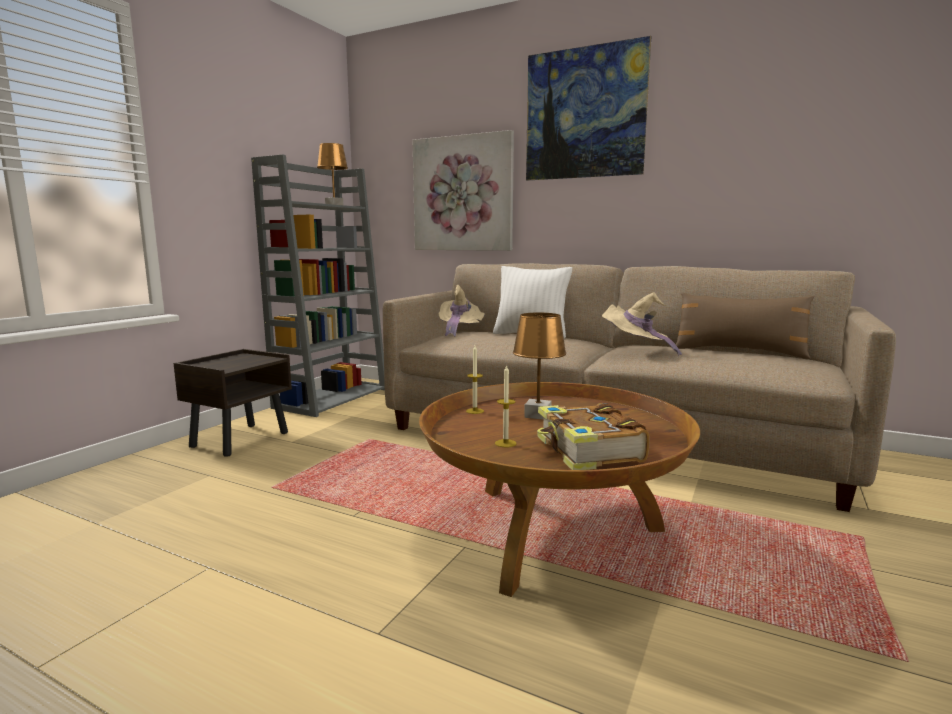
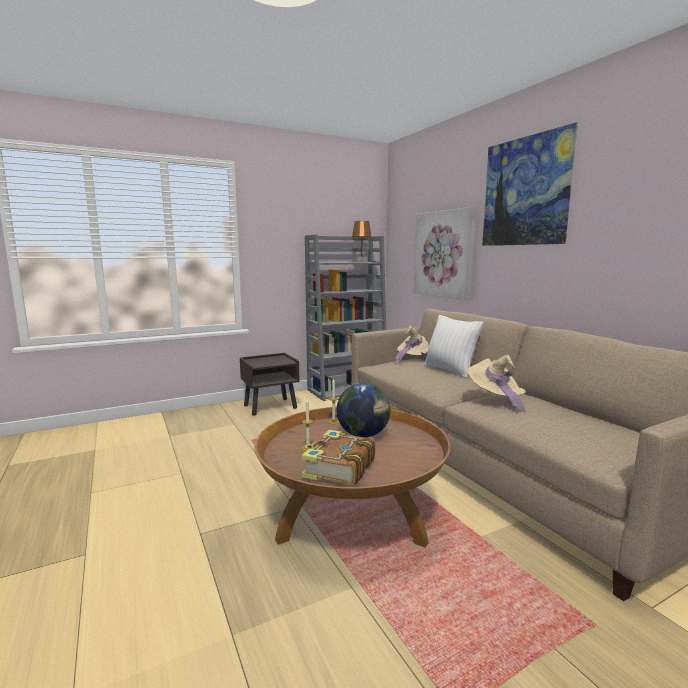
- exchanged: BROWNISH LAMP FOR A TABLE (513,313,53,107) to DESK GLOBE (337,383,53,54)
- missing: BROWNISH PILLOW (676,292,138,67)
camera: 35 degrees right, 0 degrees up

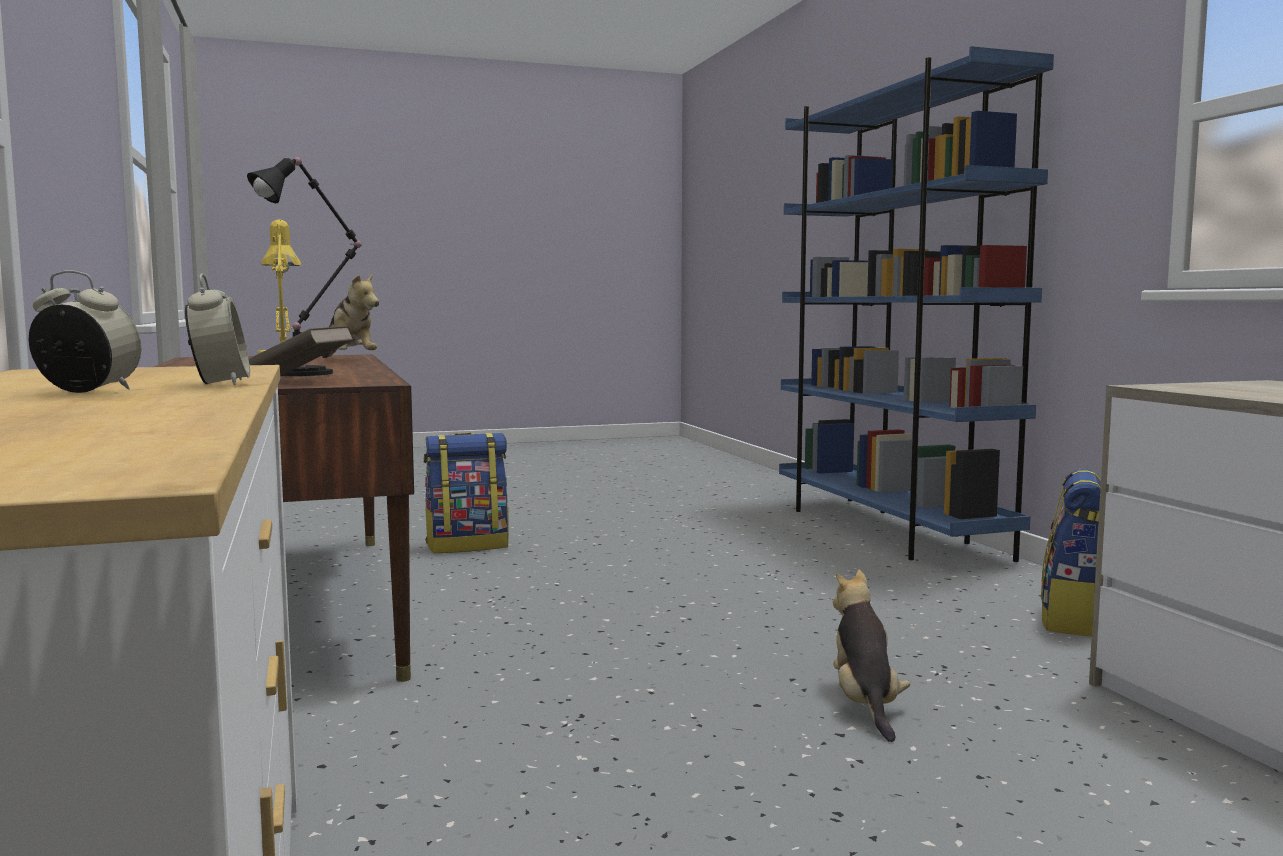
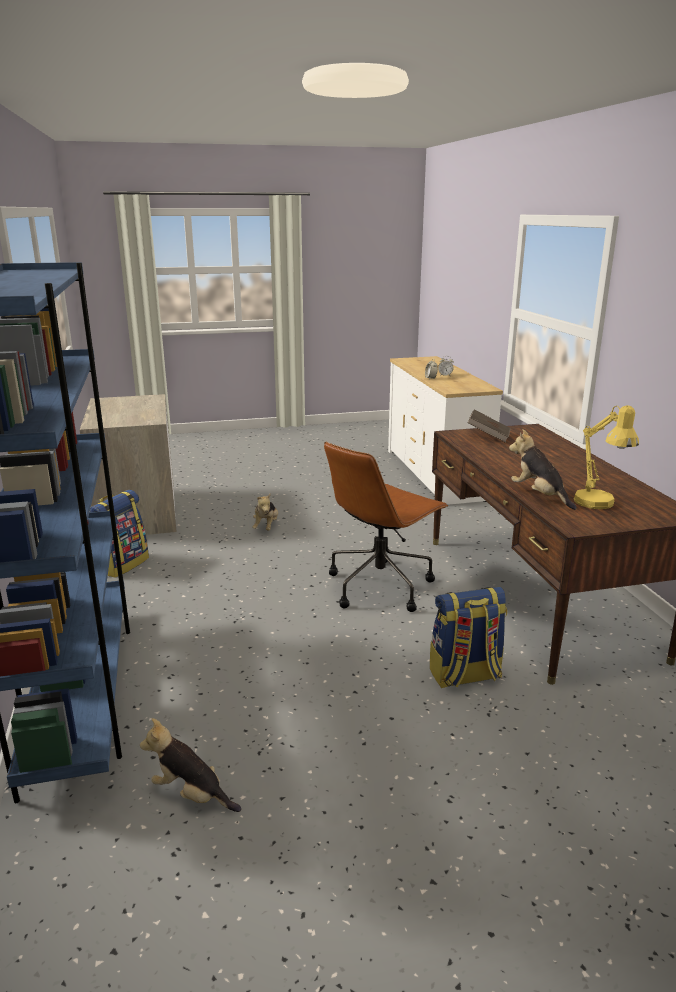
- appeared: SOFT TOY (140,718,101,94)
- appeared: BROWNISH OFFICE CHAIR (324,442,125,170)
- missing: BLACKISH LAMP FOR A TABLE (247,157,115,219)
camera: 175 degrees left, 15 degrees up

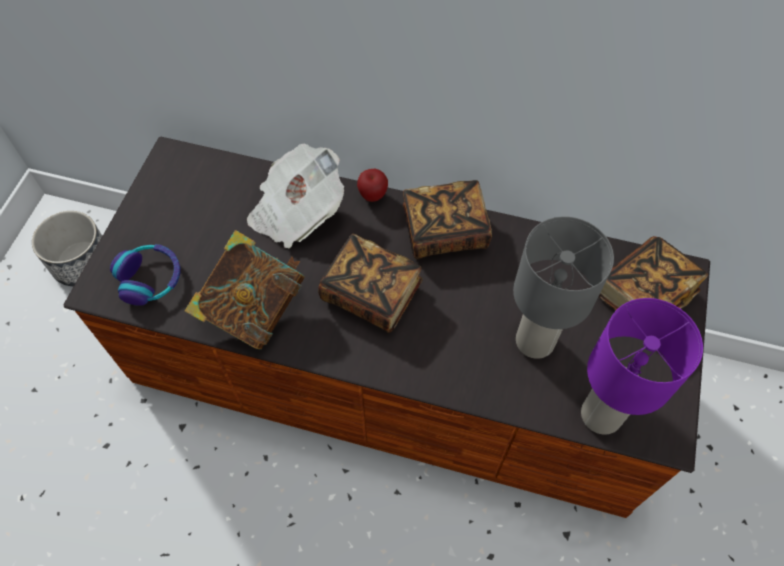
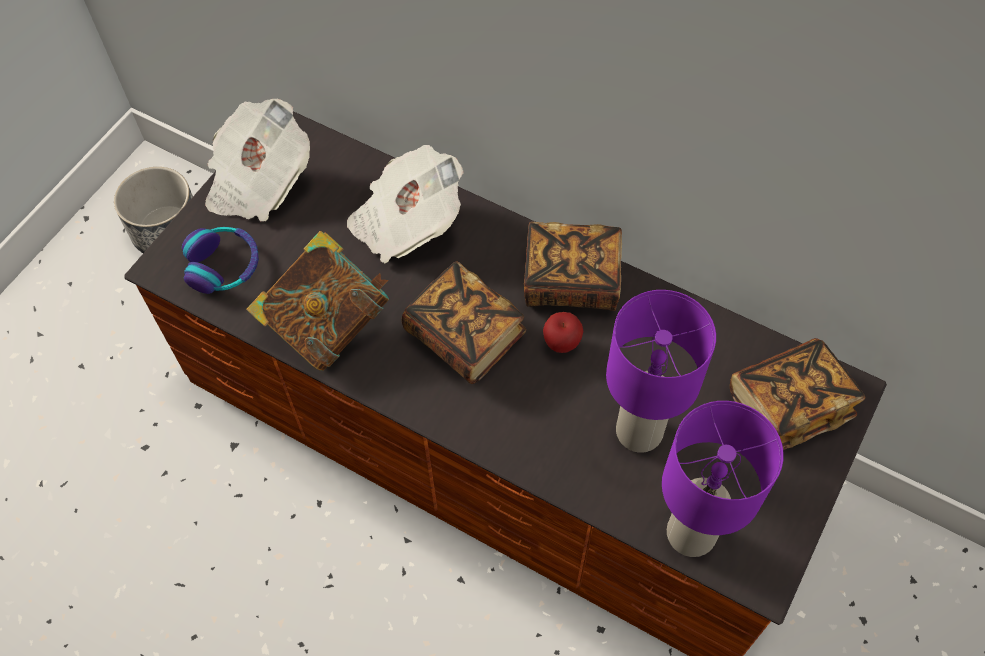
- appeared: NEWSPAPER (205,99,105,123)
- relocated: APPLE (357,169,31,33) to (543,312,40,41)
- colour: GRAY LAMP FOR A TABLE (513,216,101,143) to PURPLE-COLOURED LAMP FOR A TABLE (606,290,110,163)
camera: 15 degrees right, 0 degrees up

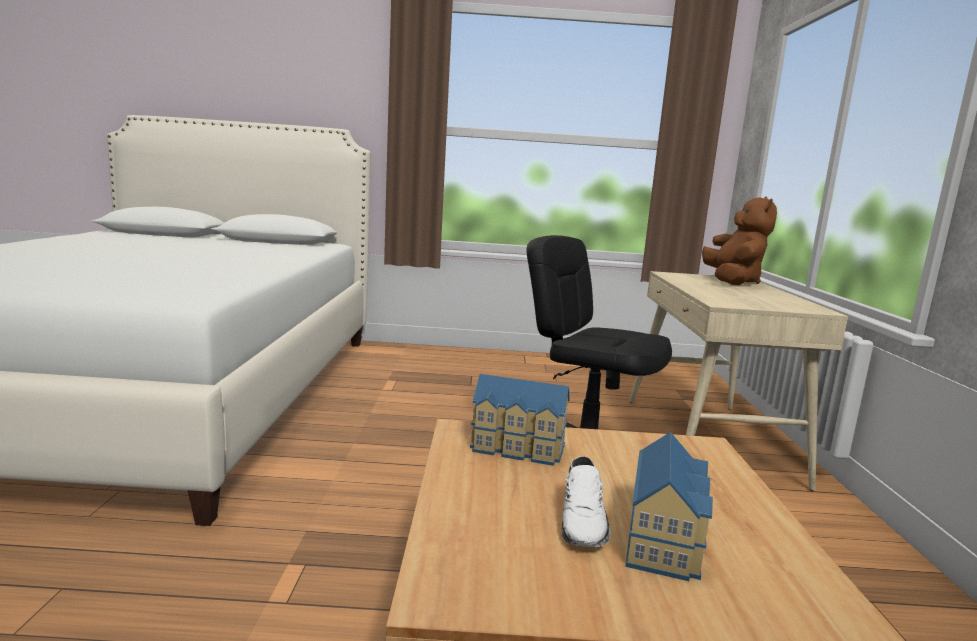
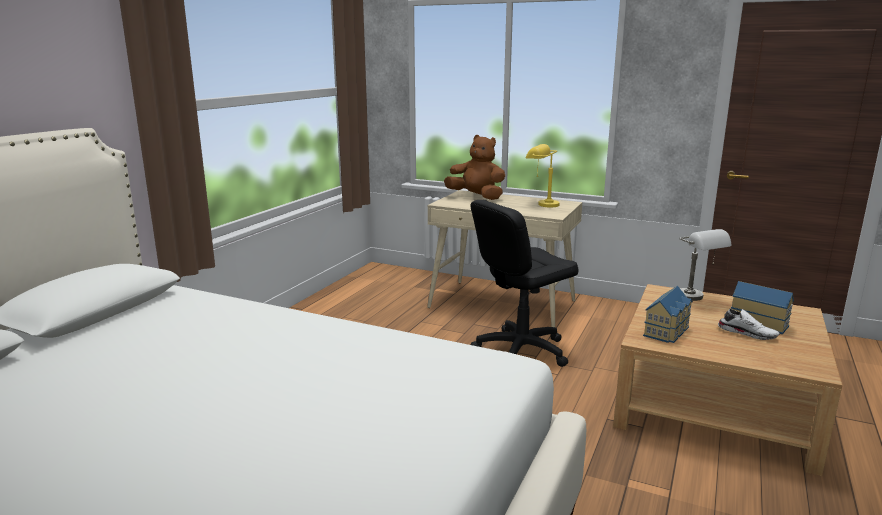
- appeared: YELLOWISH LAMP FOR A TABLE (526,144,34,63)
- appeared: GRAY LAMP FOR A TABLE (679,229,52,72)
camera: 65 degrees left, 5 degrees up

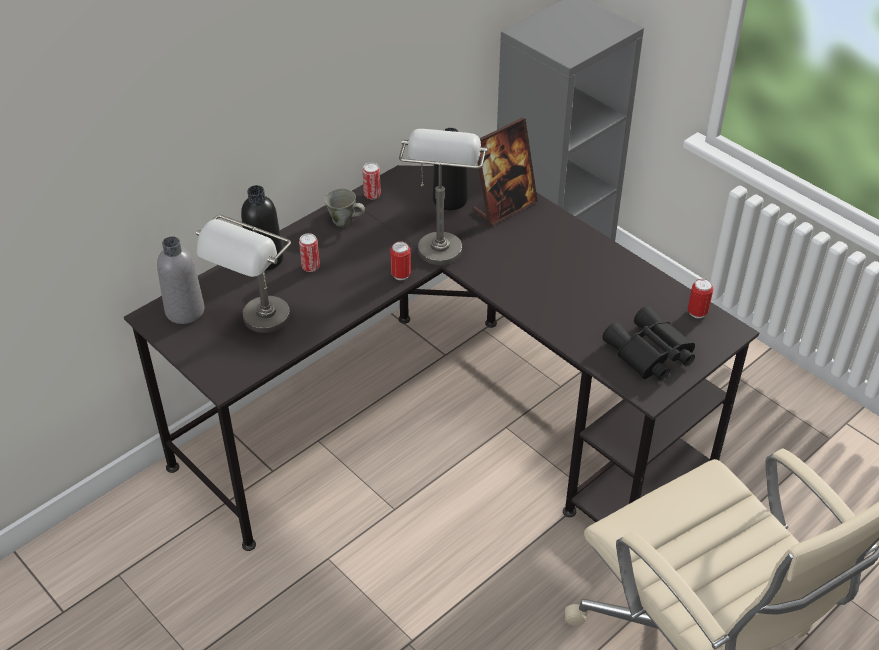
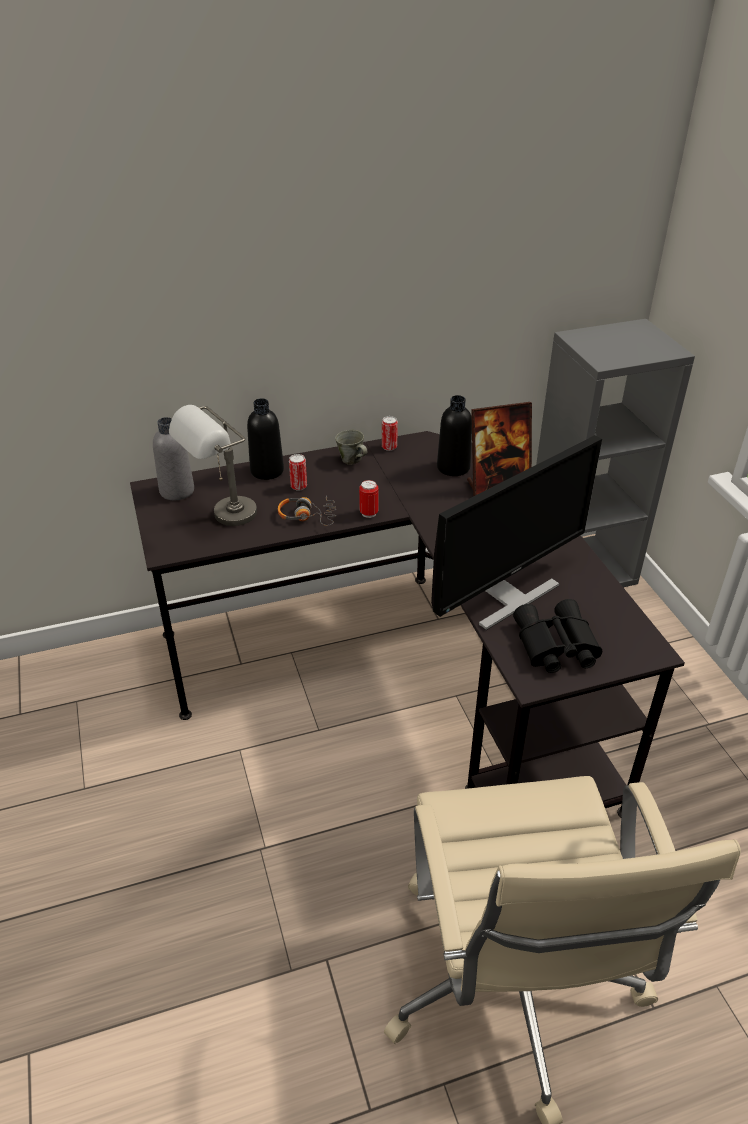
- appeared: HEADPHONES (278,496,58,30)
- appeared: MONITOR (431,435,171,195)
- missing: GRAY LAMP FOR A TABLE (399,129,89,136)
- missing: CAN (688,279,25,39)
camera: 25 degrees right, 5 degrees down

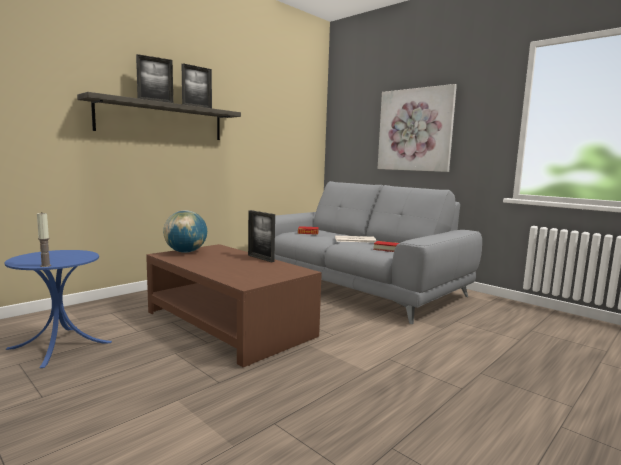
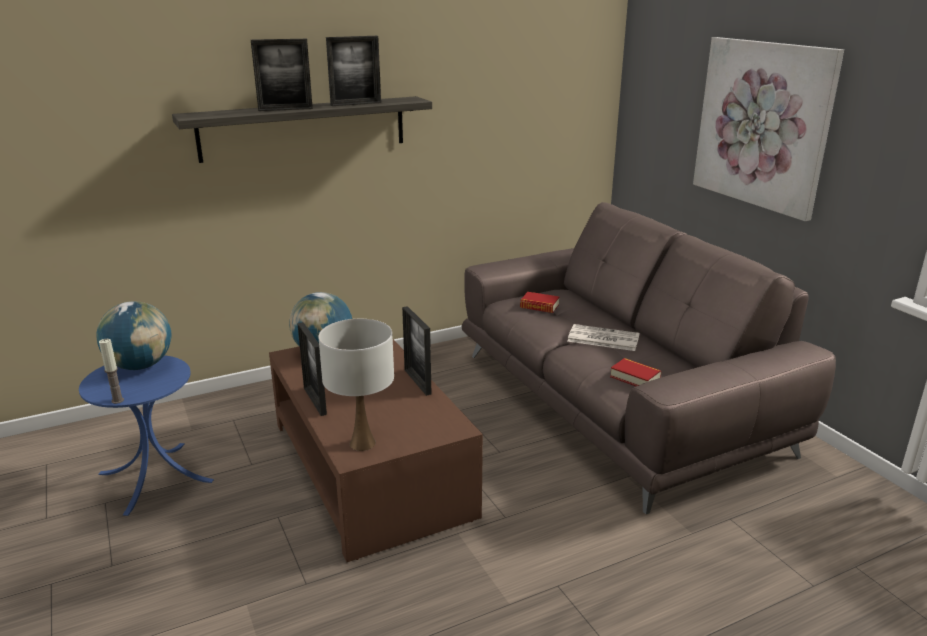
- appeared: DESK GLOBE (96,301,76,69)
- appeared: STANDING FRAME (297,322,30,94)
- appeared: WHITISH LAMP FOR A TABLE (318,319,76,132)
- colour: GRAY COUCH (274,181,208,143) to BROWNISH COUCH (462,202,374,312)
camera: 20 degrees right, 15 degrees up

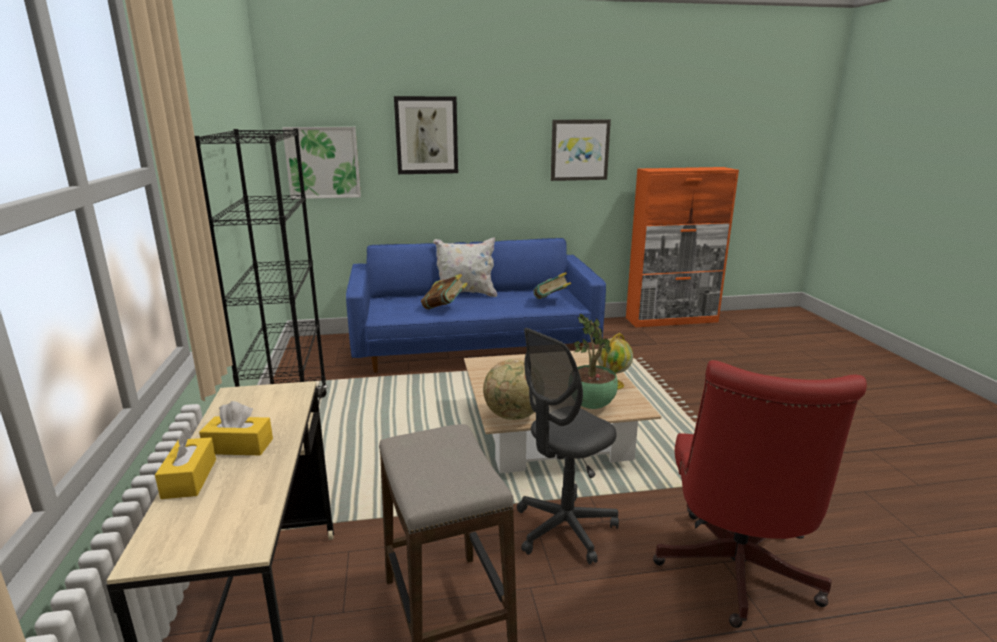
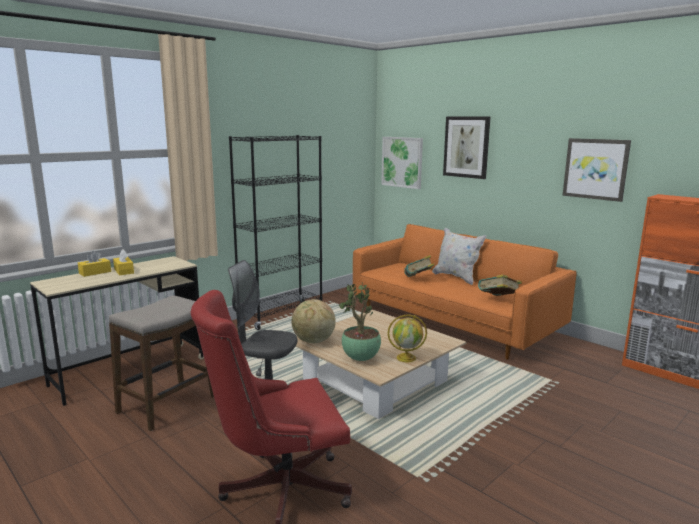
- colour: BLUISH COUCH (346,238,260,135) to ORANGE COUCH (353,224,224,136)
camera: 55 degrees right, 5 degrees down

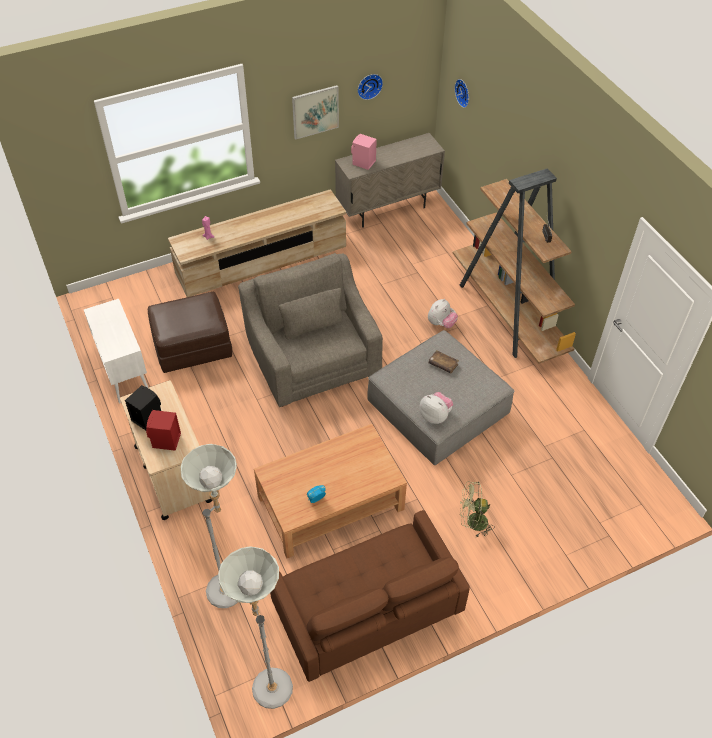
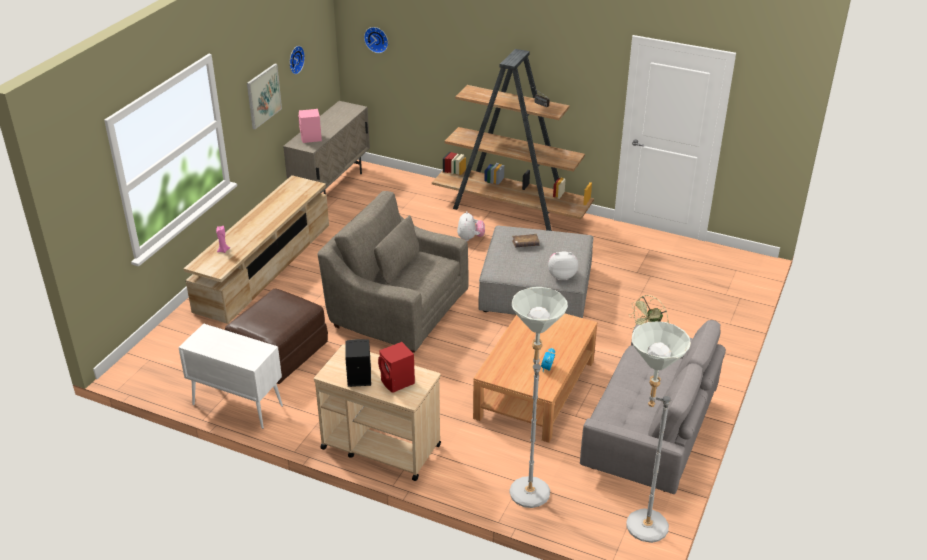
- colour: BROWNISH COUCH (270,510,200,172) to GRAY COUCH (580,320,146,174)
camera: 40 degrees left, 15 degrees down

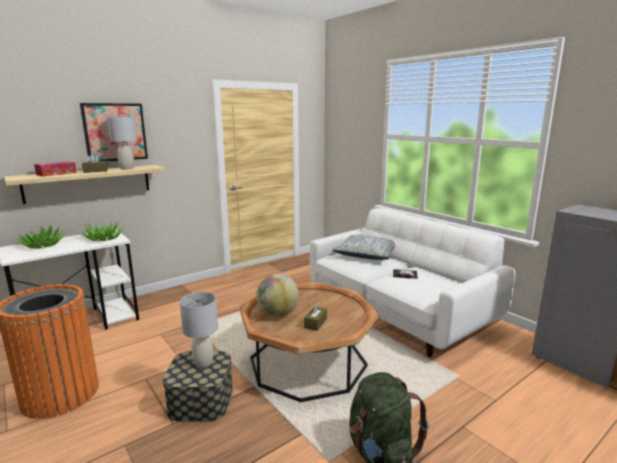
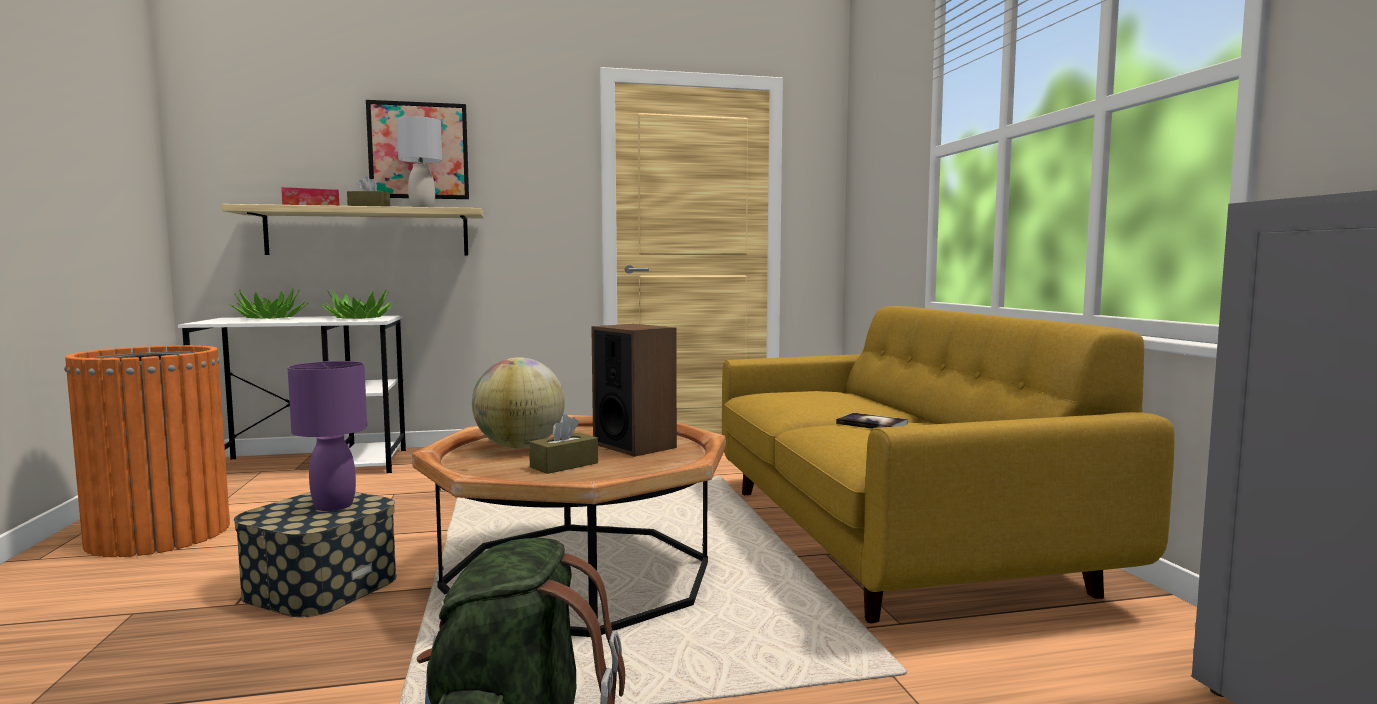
- colour: GRAY LAMP FOR A TABLE (180,292,38,76) to PURPLE-COLOURED LAMP FOR A TABLE (288,361,79,150)
- appeared: LOUDSPEAKER (591,324,86,133)
- colour: WHITISH COUCH (310,208,206,149) to YELLOWISH COUCH (722,306,453,317)
- missing: PILLOW (333,235,62,25)
camera: 25 degrees right, 10 degrees down

